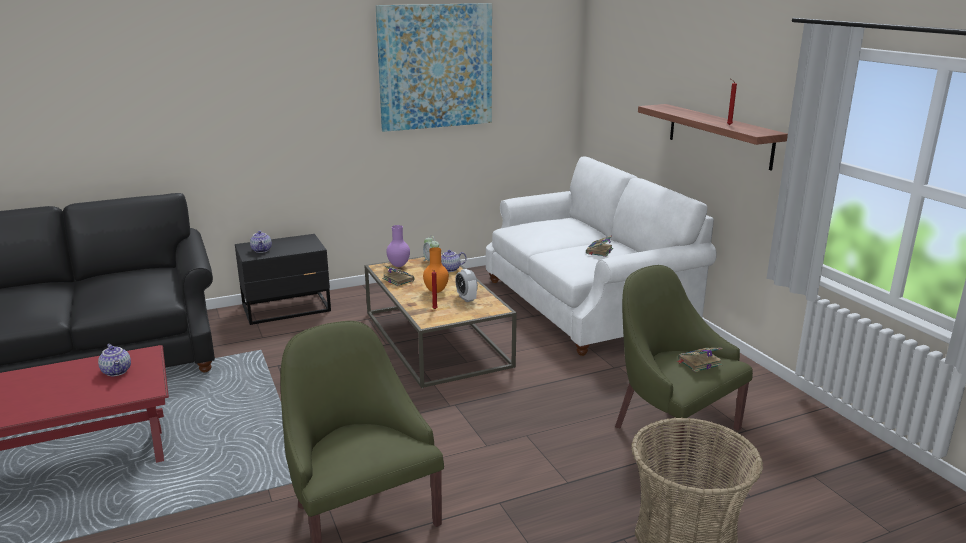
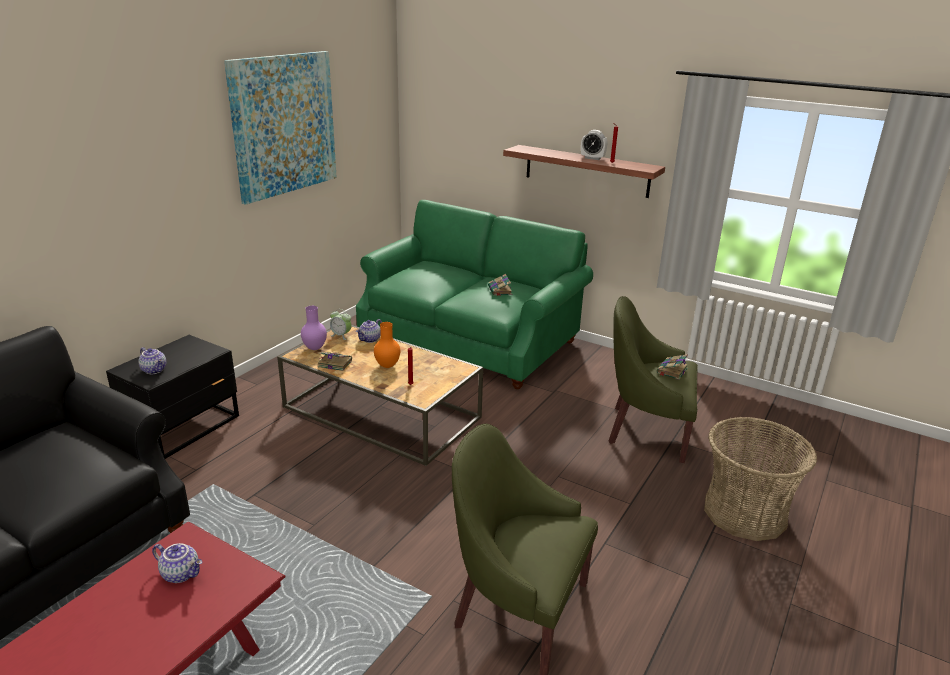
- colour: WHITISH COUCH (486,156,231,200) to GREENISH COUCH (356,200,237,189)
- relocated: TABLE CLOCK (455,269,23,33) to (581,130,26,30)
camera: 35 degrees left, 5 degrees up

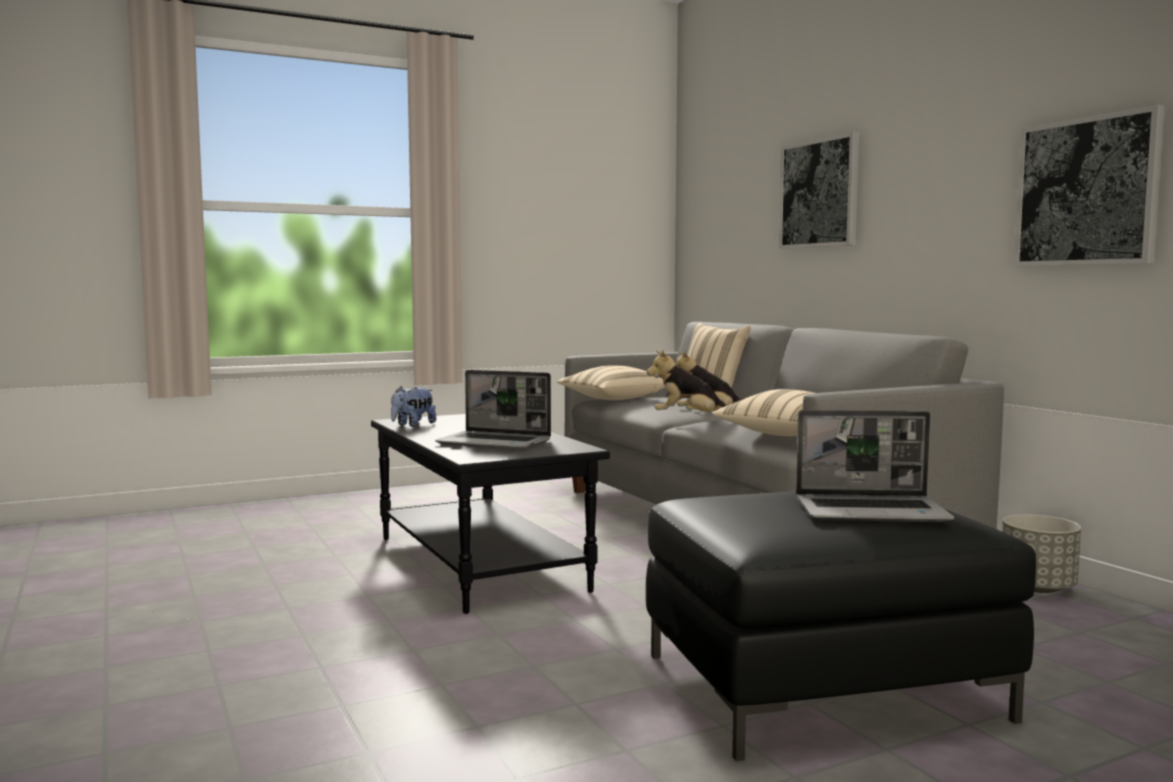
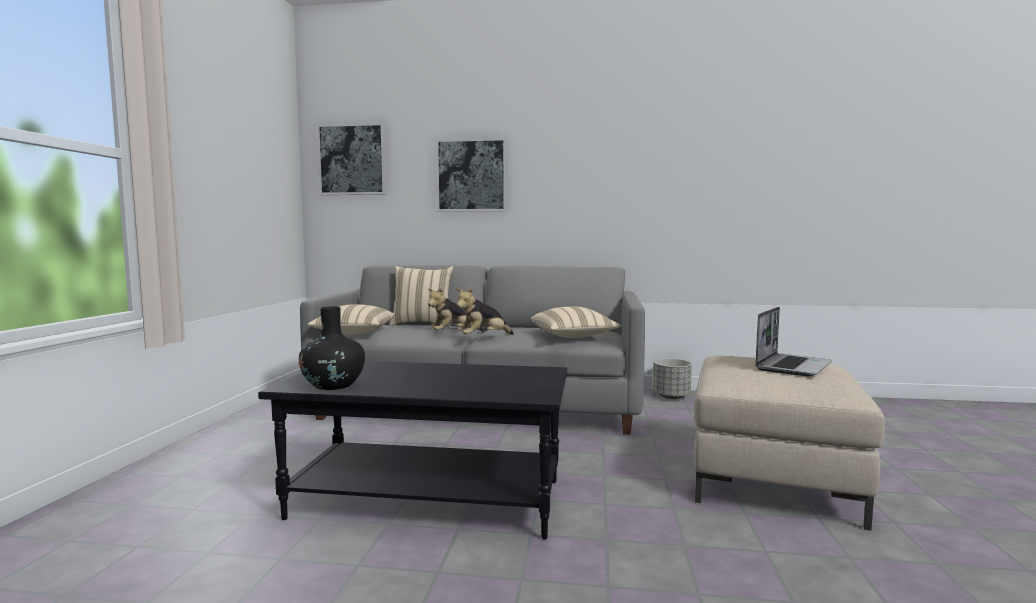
- exchanged: SOFT TOY (391,386,45,41) to BLACKISH VASE (299,306,66,84)
- relocated: PICTURE (1014,105,151,161) to (316,122,71,73)
- colour: BLACKISH OTTOMAN (646,491,390,270) to BEIGE OTTOMAN (694,356,191,175)
- missing: NOTEBOOK COMPUTER (435,370,116,80)
camera: 55 degrees left, 0 degrees up

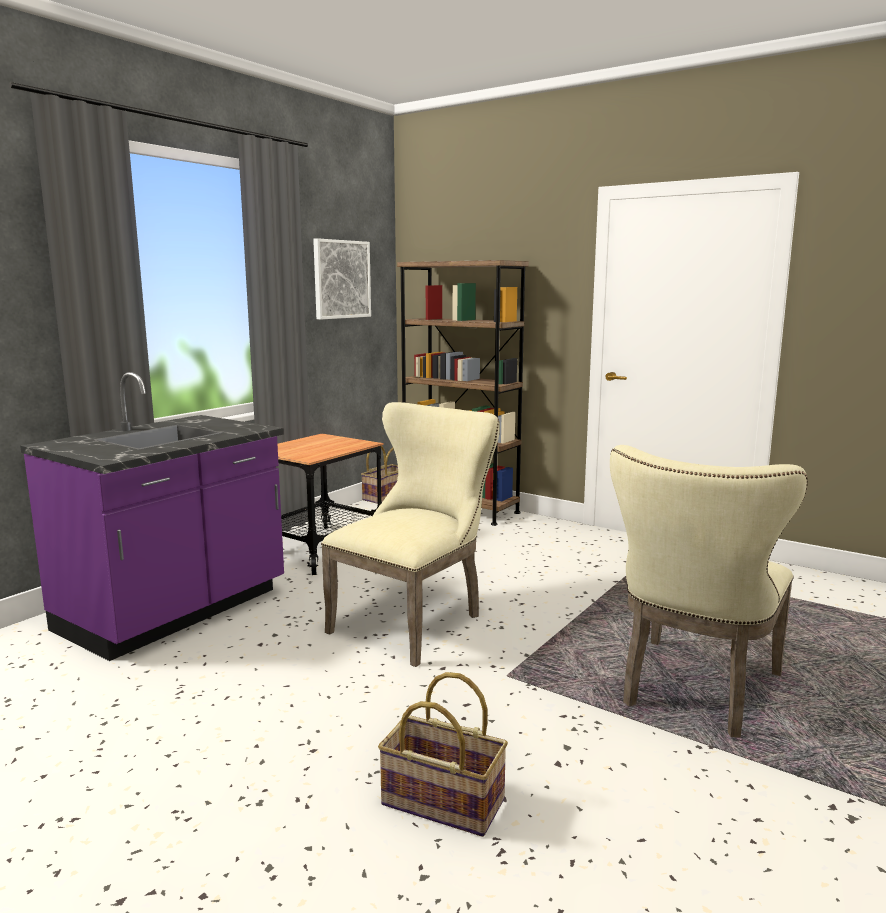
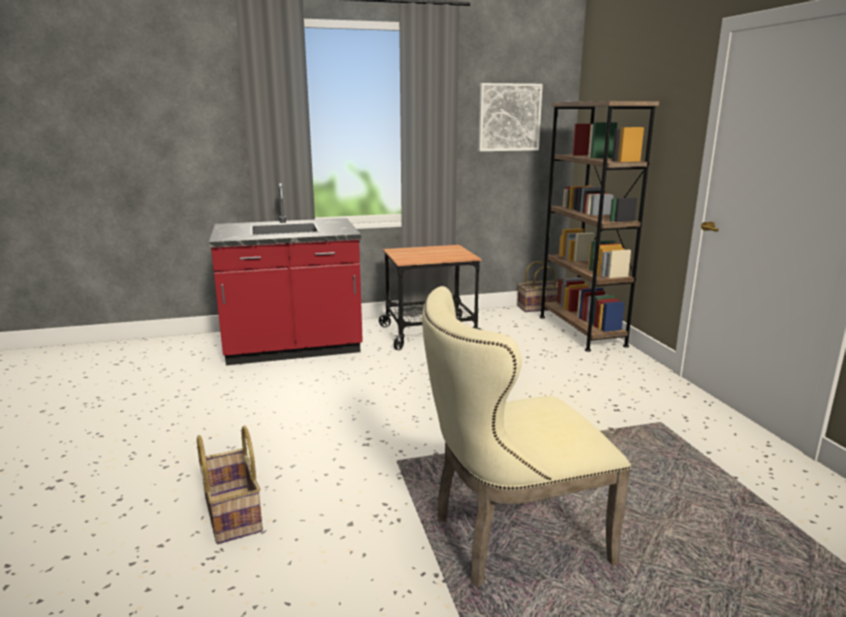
- colour: PURPLE-COLOURED KITCHEN COUNTER (20,372,264,289) to REDDISH KITCHEN COUNTER (209,183,154,182)
- missing: BEIGE CHAIR (321,402,179,265)
camera: 40 degrees right, 5 degrees up

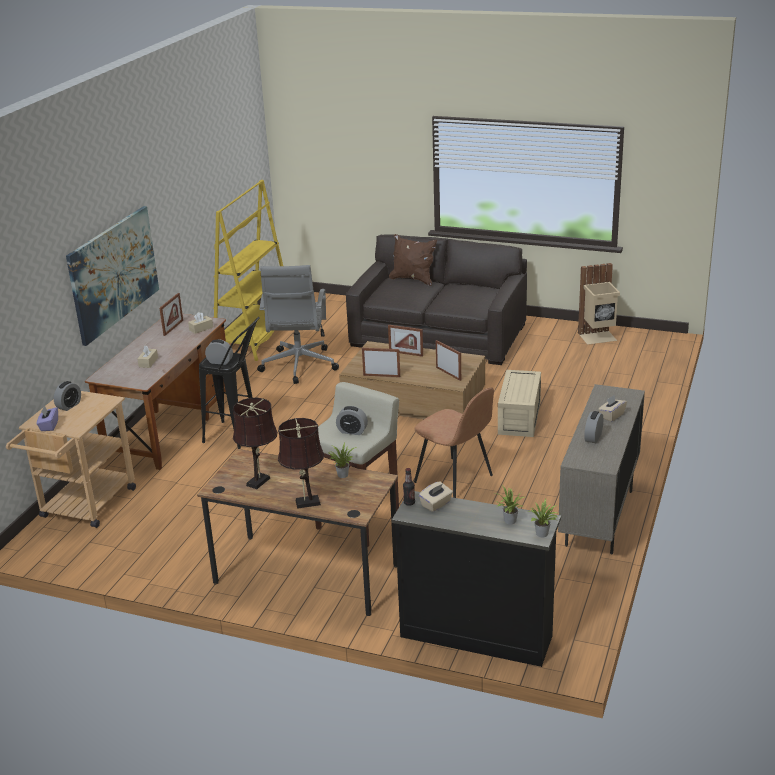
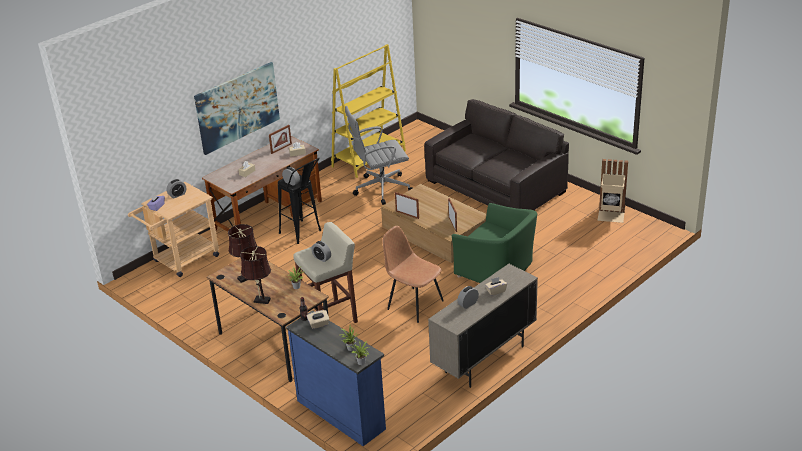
- colour: BLACKISH CHEST OF DRAWERS (392,491,169,176) to BLUISH CHEST OF DRAWERS (286,310,100,136)
- spun: GRAY OFFICE CHAIR (257,265,82,119) = (345,106,67,99) 45 degrees clockwise
- spun: BROWNISH CHAIR (414,387,80,111) = (382,226,62,97) 150 degrees clockwise
- exchanged: BEIGE STORAGE BOX (498,370,43,67) to GREENISH EASY CHAIR (452,203,85,80)
- missing: STANDING FRAME (388,325,35,32)
- missing: BROWNISH PILLOW (389,234,48,52)
camera: 25 degrees right, 5 degrees up

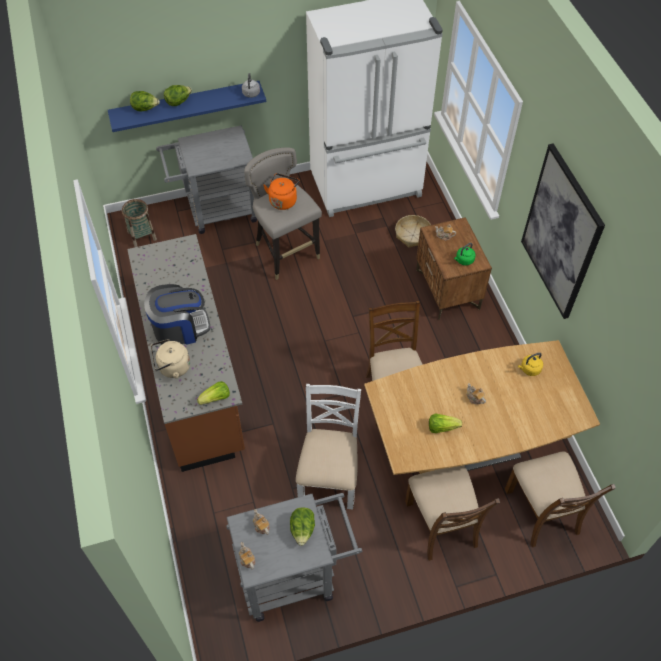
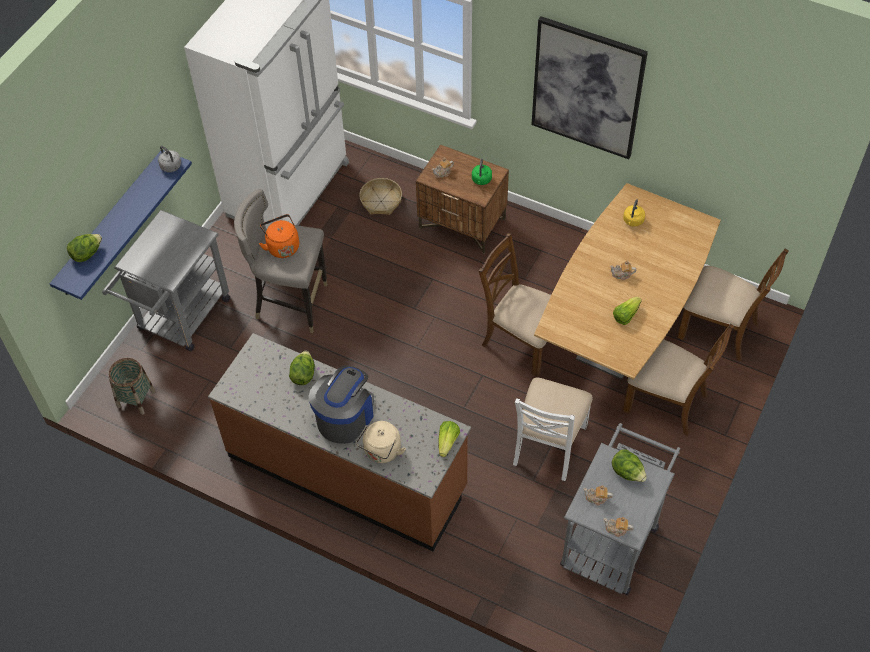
- relocated: LETTUCE (164,85,28,21) to (289,351,26,34)
- spun: WHITISH CHAIR (296,384,65,125) = (513,378,80,103) 120 degrees counterclockwise
camera: 45 degrees left, 0 degrees up

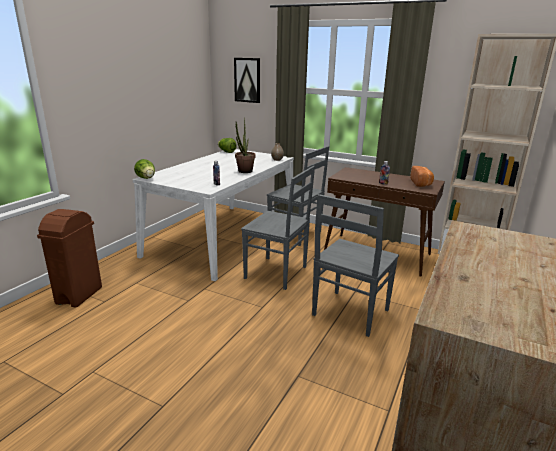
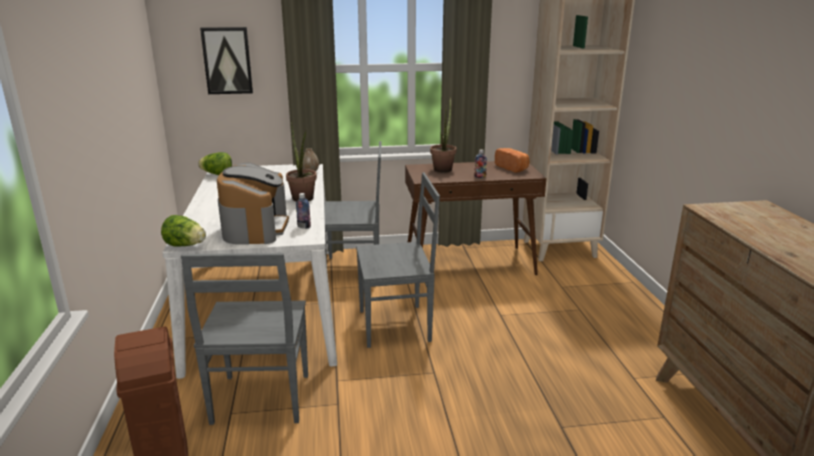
- relocated: GRAY CHAIR (312,194,87,143) to (181,253,127,172)
- appeared: COFFEE BREWER (217,162,72,83)
- appeared: PLANT IN A POT (430,96,27,77)
camera: 35 degrees left, 0 degrees up

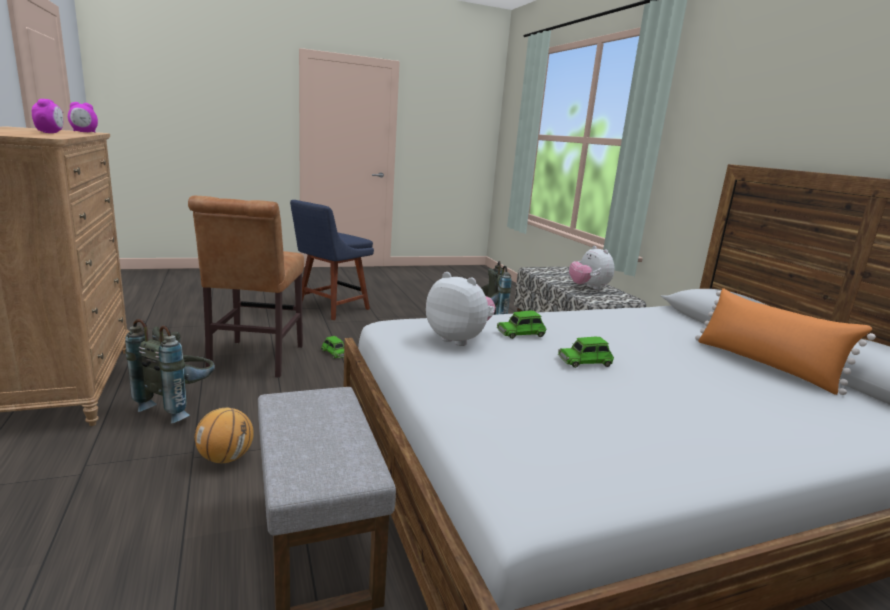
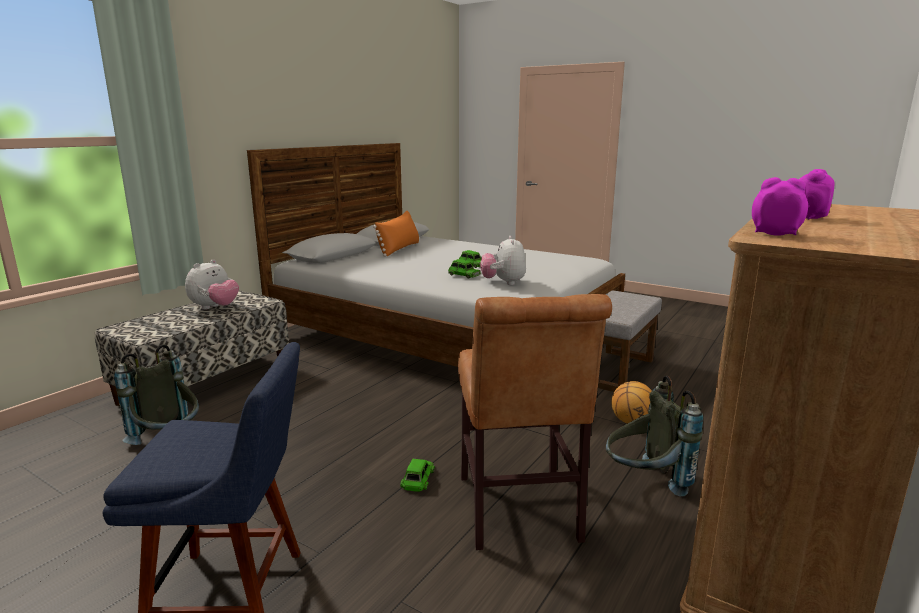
- spun: BROWNISH CHAIR (188,196,116,182) = (458,294,154,256) 120 degrees clockwise
camera: 125 degrees left, 0 degrees up

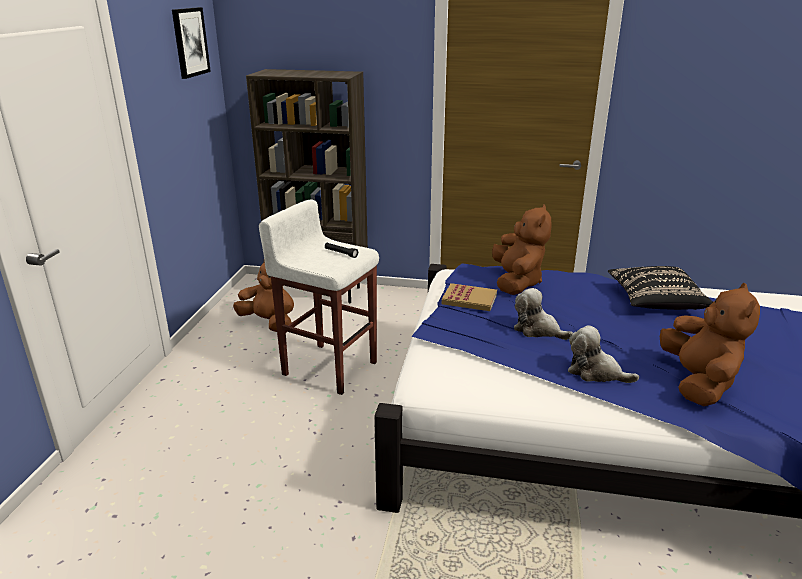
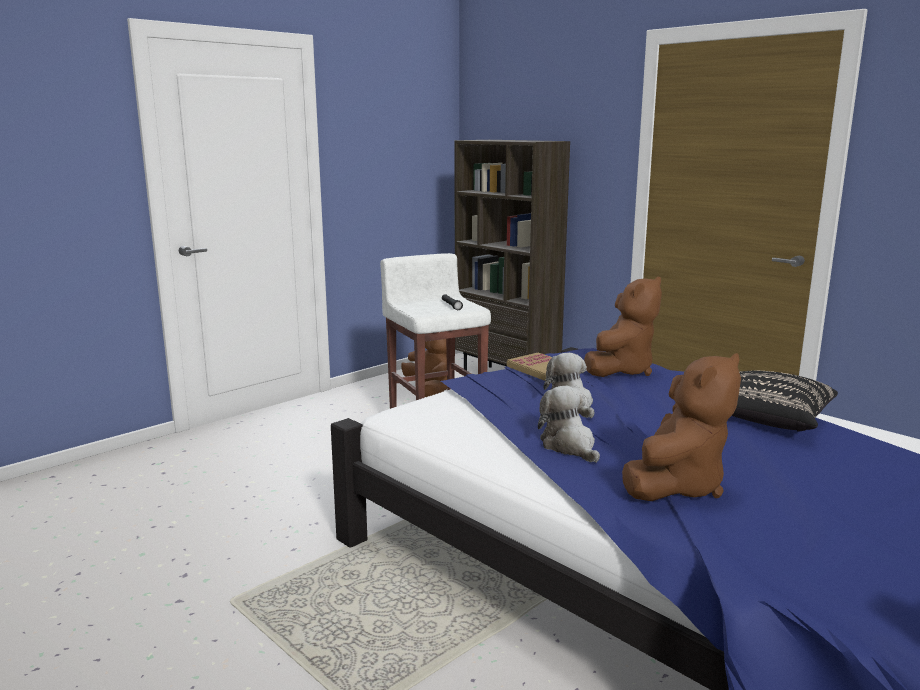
- missing: PICTURE (172,7,39,72)
camera: 35 degrees right, 10 degrees down

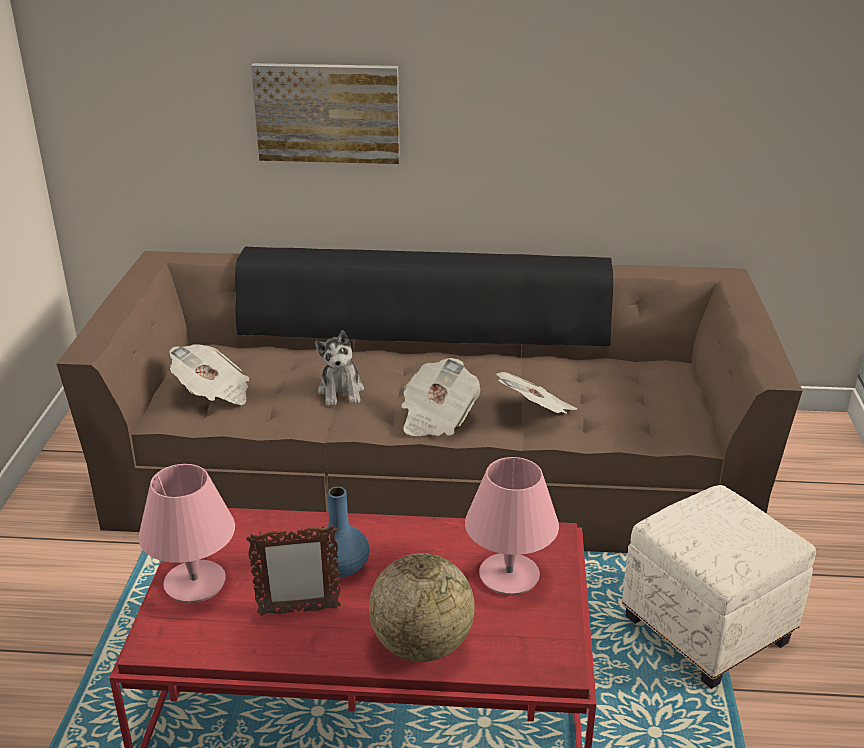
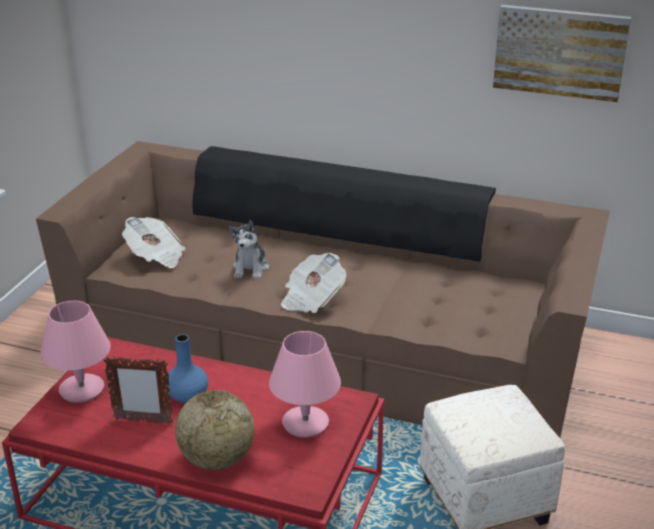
- relocated: PICTURE (251,63,149,101) to (493,5,138,97)
- missing: NEWSPAPER (496,372,81,41)
camera: 15 degrees right, 0 degrees up

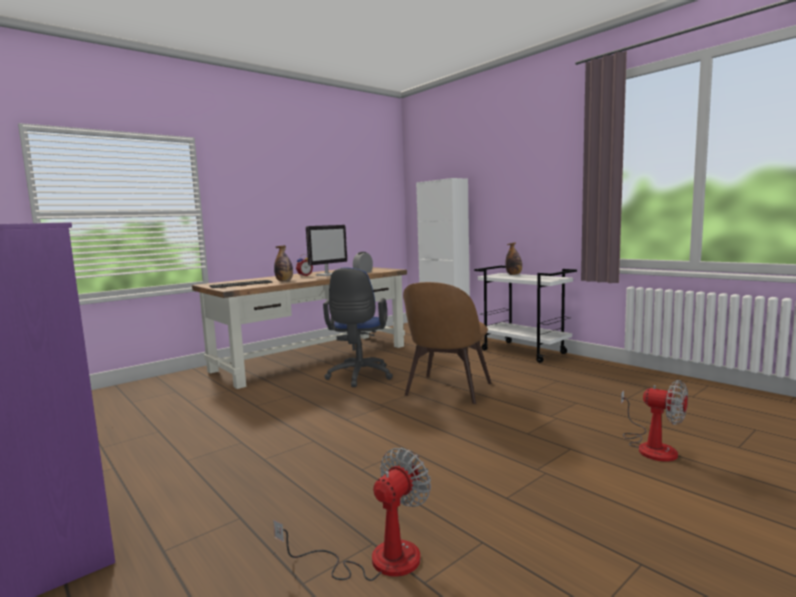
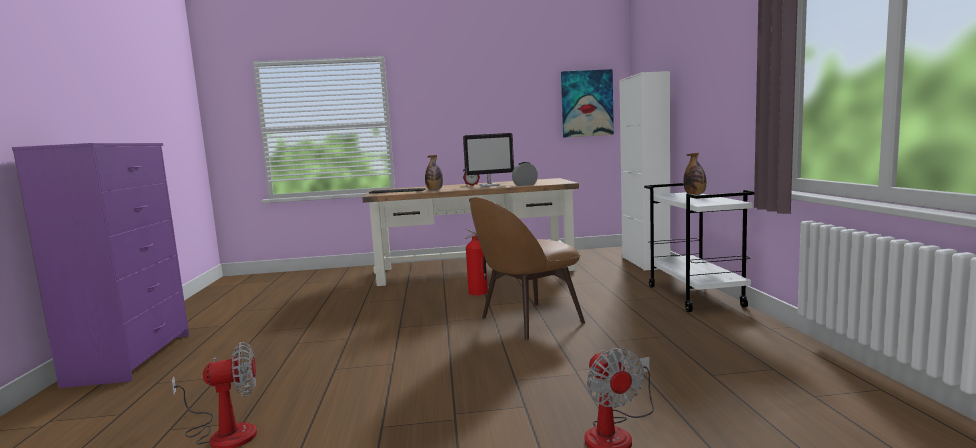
- exchanged: BLUISH OFFICE CHAIR (323,268,70,119) to FIRE EXTINGUISHER (465,229,23,67)
- appeared: PICTURE (561,69,53,69)
camera: 35 degrees right, 0 degrees up

